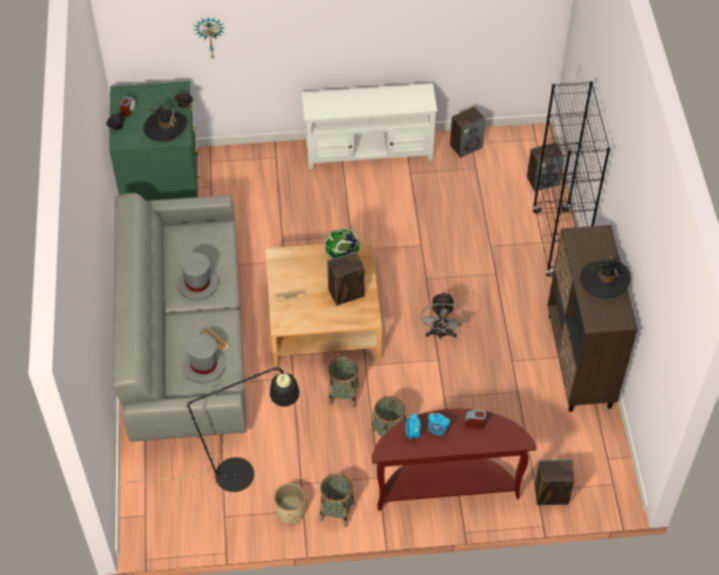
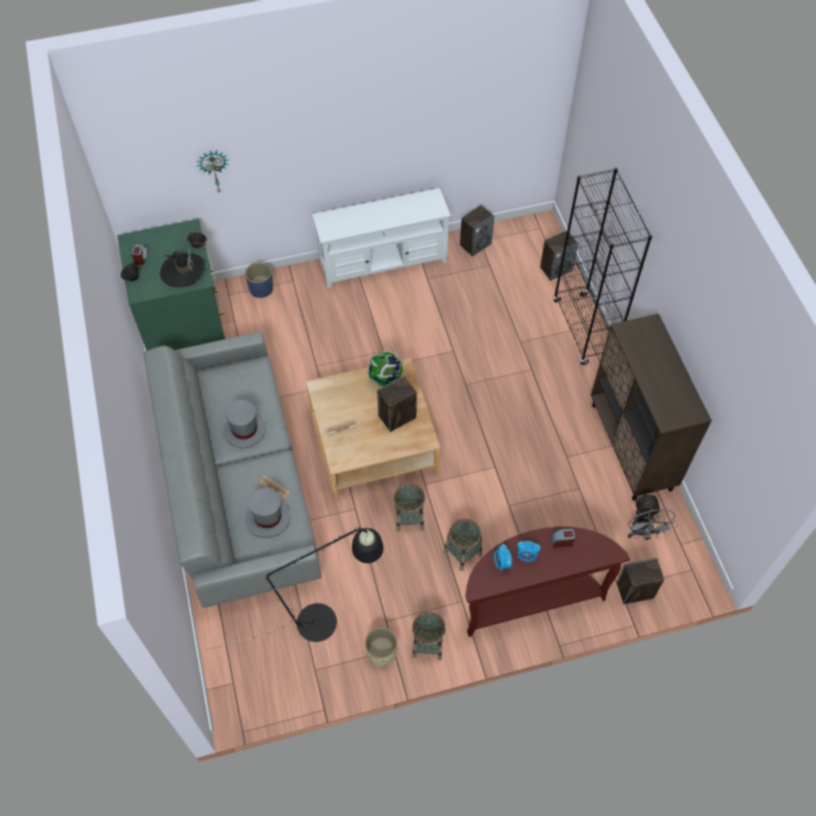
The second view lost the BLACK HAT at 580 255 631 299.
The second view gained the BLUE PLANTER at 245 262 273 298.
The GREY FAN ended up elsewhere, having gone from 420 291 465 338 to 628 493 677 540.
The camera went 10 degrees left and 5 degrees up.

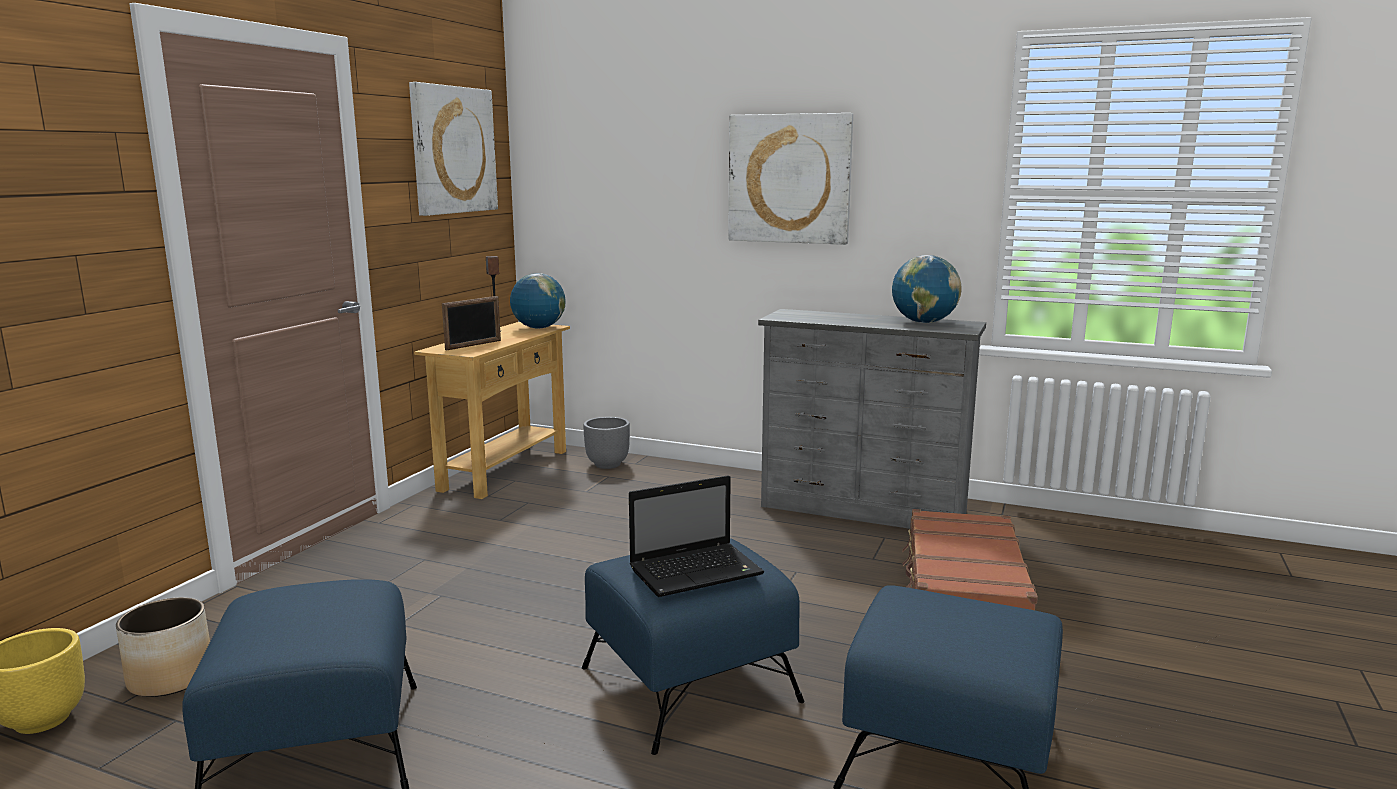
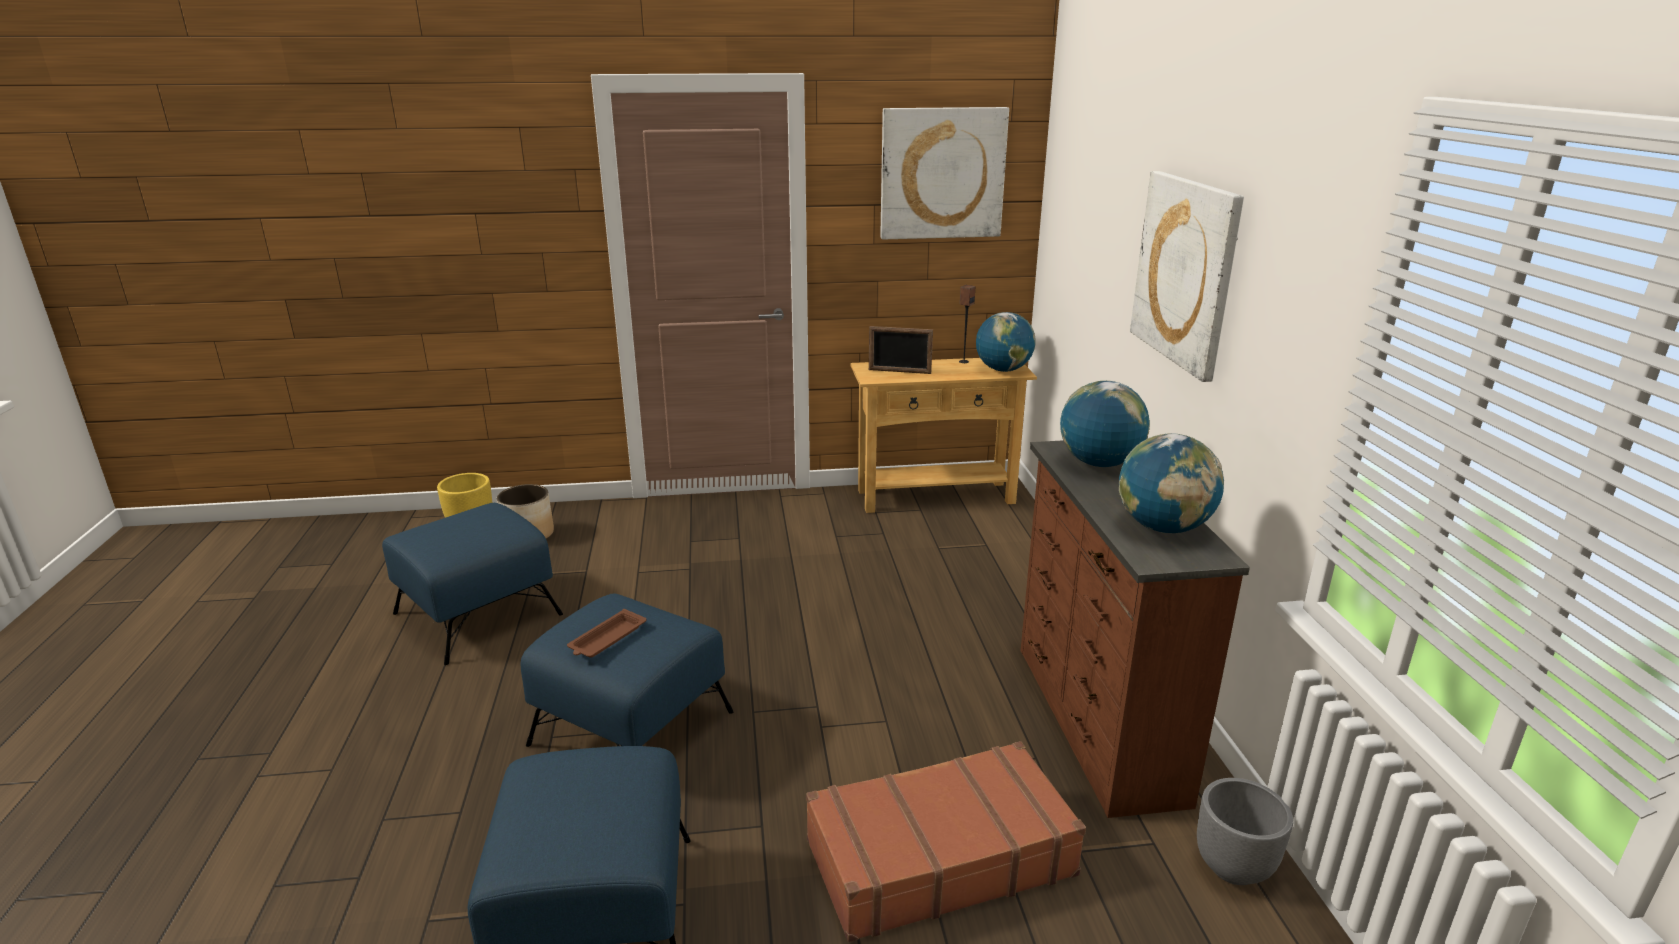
The second view gained the GLOBE at 1060 381 1150 467.
The GREY PLANTER ended up elsewhere, having gone from 583 417 630 469 to 1197 778 1293 885.
Where the LAPTOP stood at 629 475 764 597, the BROWN TRAY came to stand at 567 609 647 658.
What was the GREY DRESSER at 758 309 986 529 turned into the BROWN DRESSER at 1021 440 1250 818.
The camera went 60 degrees right and 10 degrees up.

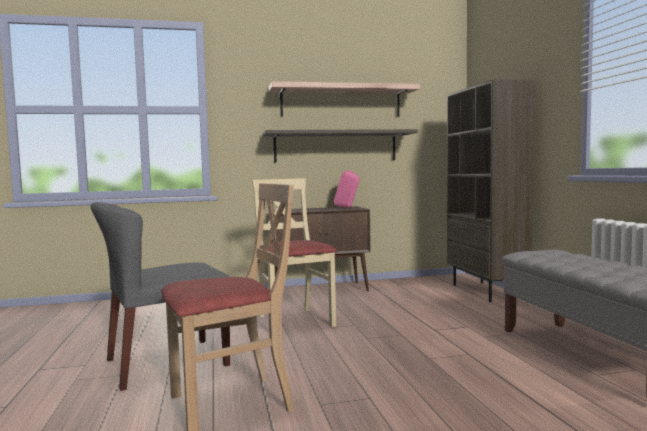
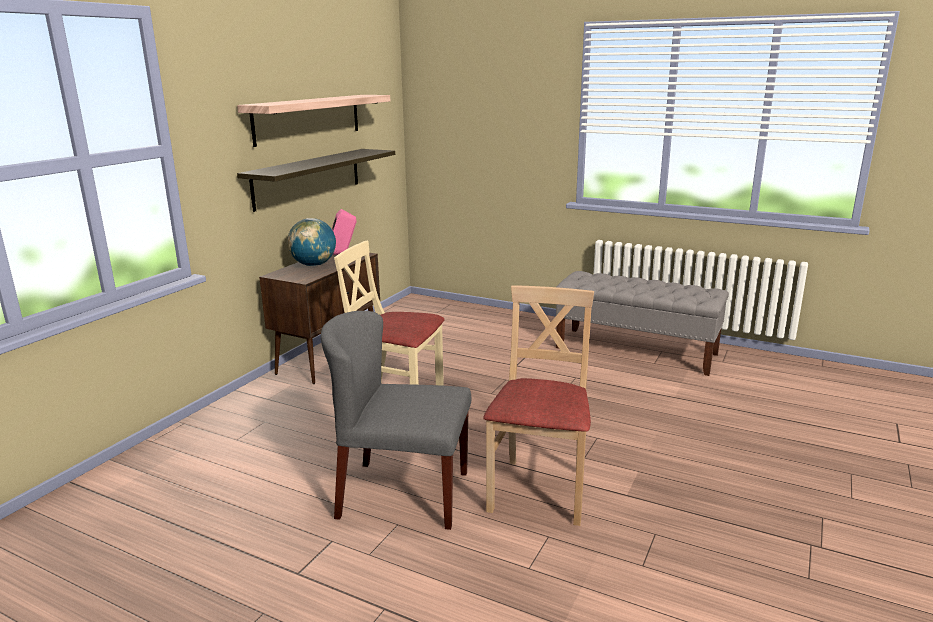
The second view lost the BROWN BOOKCASE at 447 79 535 302.
The second view gained the GLOBE at 287 218 336 266.
The GREY CHAIR at 90 202 230 391 ended up facing another way, 90 degrees clockwise from before.
The camera went 50 degrees left and 15 degrees up.

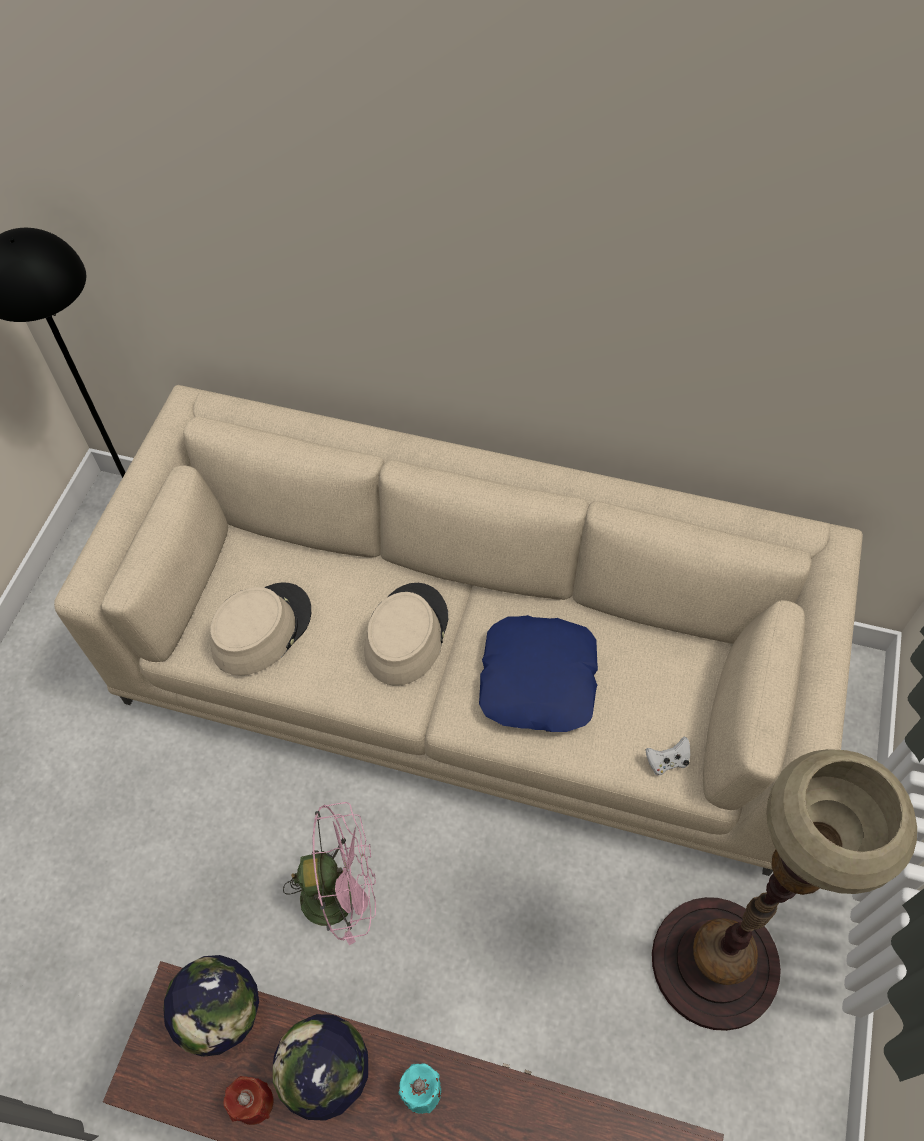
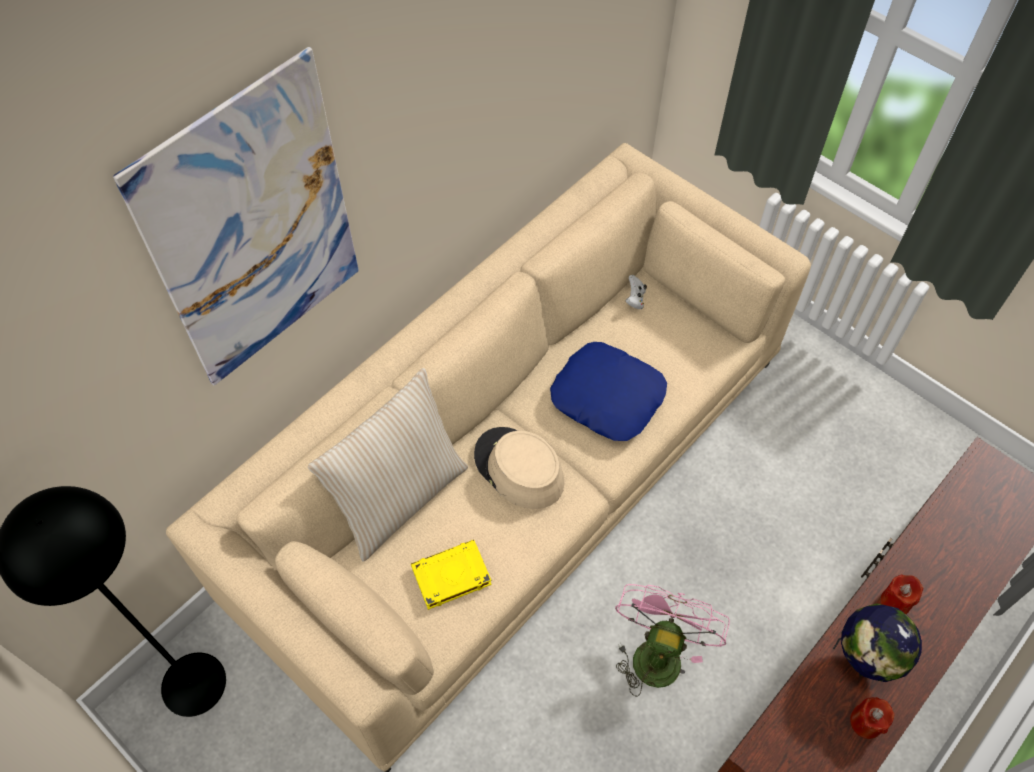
The second view lost the GLOBE at 163 955 259 1057.
The second view lost the FLOOR LAMP at 652 749 917 1031.
The second view gained the PICTURE at 113 47 359 385.
The second view gained the BEIGE PILLOW at 308 368 468 561.
The WHITE GAME CONTROLLER ended up elsewhere, having gone from 645 736 690 775 to 626 275 647 309.
Where the BEIGE HAT stood at 210 582 311 676, the YELLOW BOOK came to stand at 411 540 492 610.
What was the TURQUOISE CANDLE at 398 1063 441 1114 turned into the RED CANDLE at 880 574 924 614.
The camera went 65 degrees left and 0 degrees up.

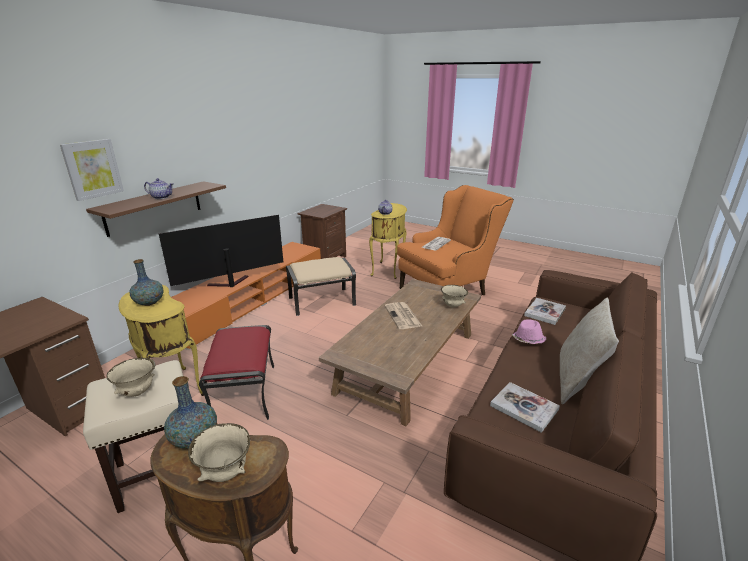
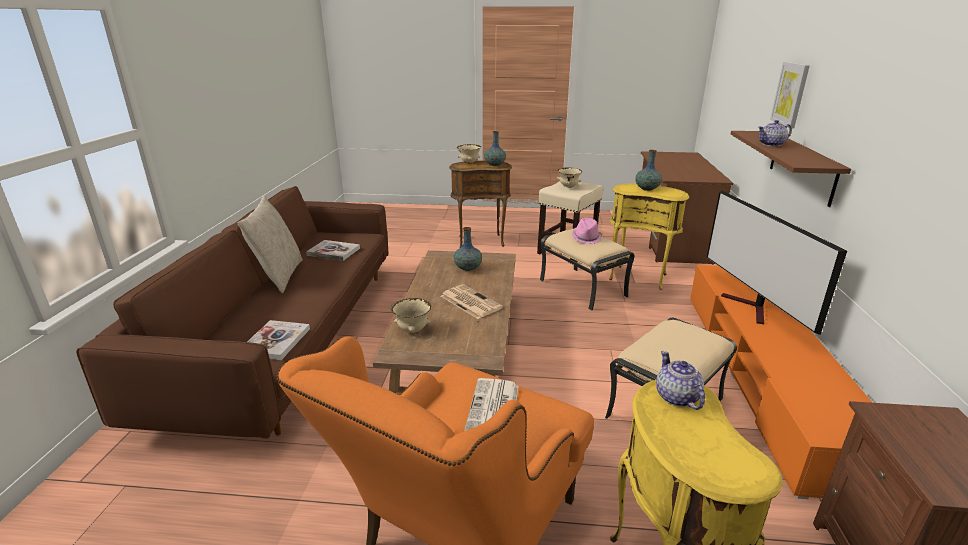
The second view gained the VASE at 454 227 482 271.
The PINK HAT ended up elsewhere, having gone from 512 319 547 344 to 572 218 601 244.
What was the RED OTTOMAN at 199 325 274 420 turned into the BEIGE OTTOMAN at 540 228 635 311.
The TELEVISION at 159 215 283 287 ended up facing another way, 135 degrees clockwise from before.
The camera went 155 degrees right and 0 degrees up.

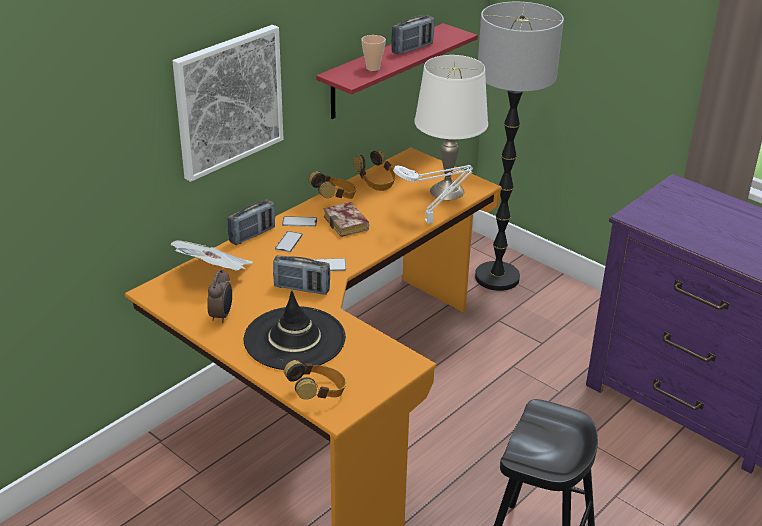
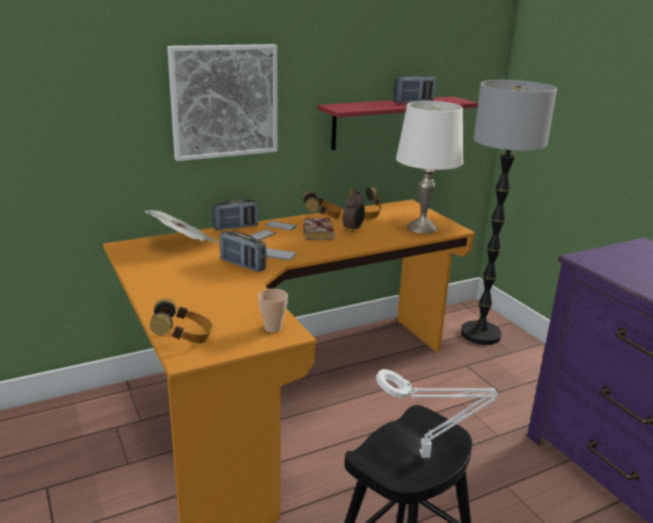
The second view lost the BLACK HAT at 243 291 346 370.
The ALARM CLOCK ended up elsewhere, having gone from 207 269 232 323 to 343 191 365 233.
The CUP ended up elsewhere, having gone from 361 35 386 71 to 258 289 288 333.
The WHITE TABLE LAMP ended up elsewhere, having gone from 393 164 473 224 to 376 369 498 458.
The camera went 20 degrees right and 10 degrees down.

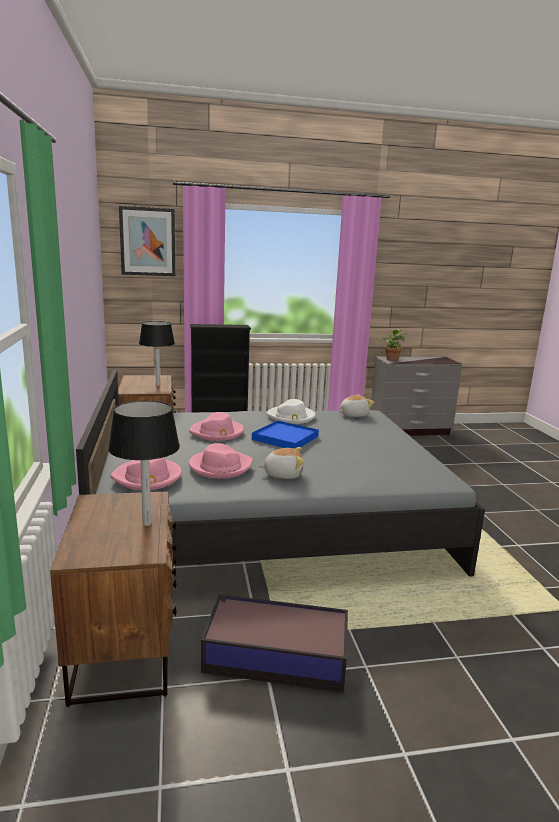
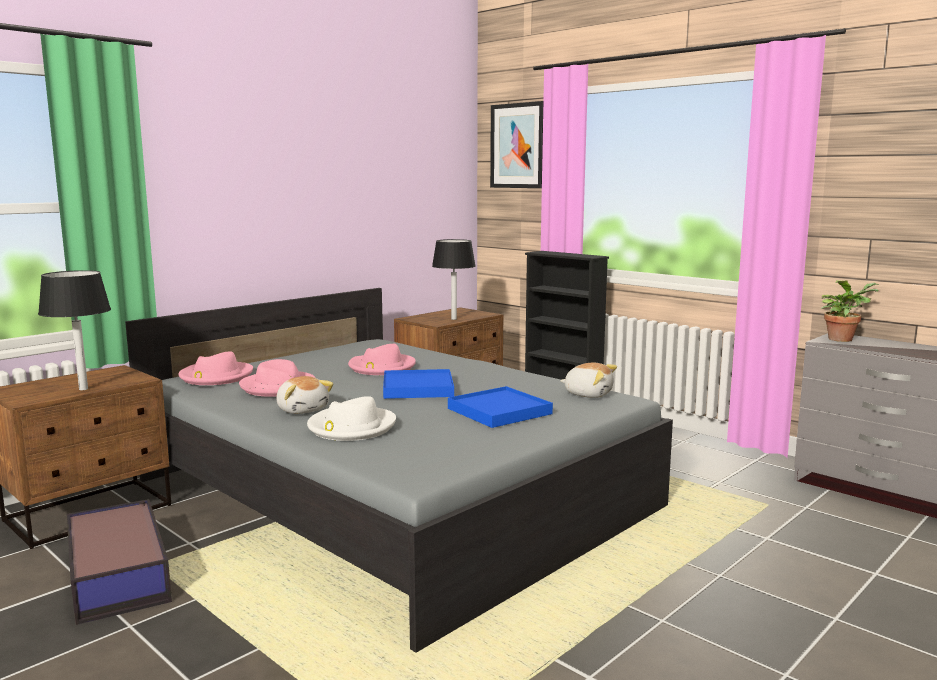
The second view gained the BLUE TRAY at 448 386 553 428.
The WHITE HAT ended up elsewhere, having gone from 266 399 315 424 to 307 396 396 441.
The camera went 55 degrees right and 5 degrees down.

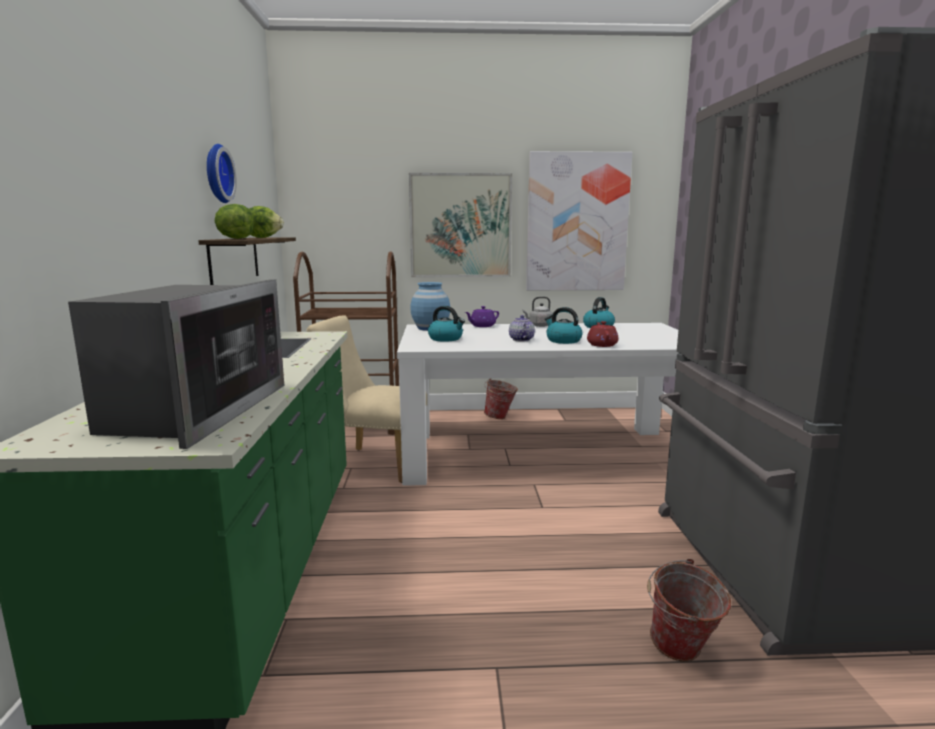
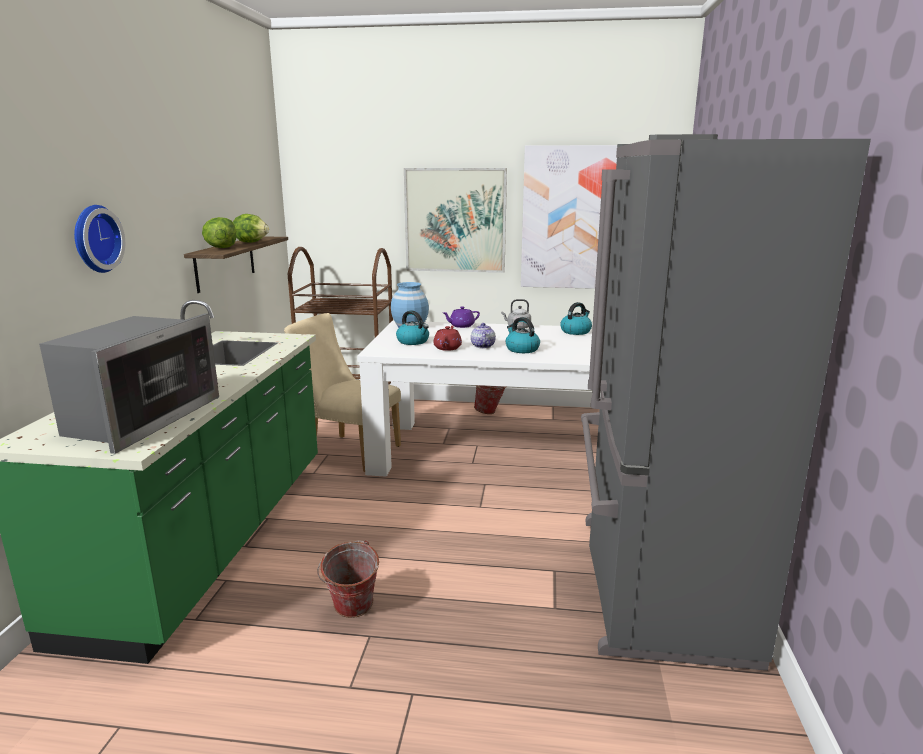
The WALL CLOCK ended up elsewhere, having gone from 207 144 237 203 to 74 205 125 273.
The RED TEAPOT ended up elsewhere, having gone from 587 321 618 347 to 433 325 462 351.
The BUCKET ended up elsewhere, having gone from 647 559 731 662 to 317 540 379 618.
The camera went 10 degrees right and 5 degrees up.

